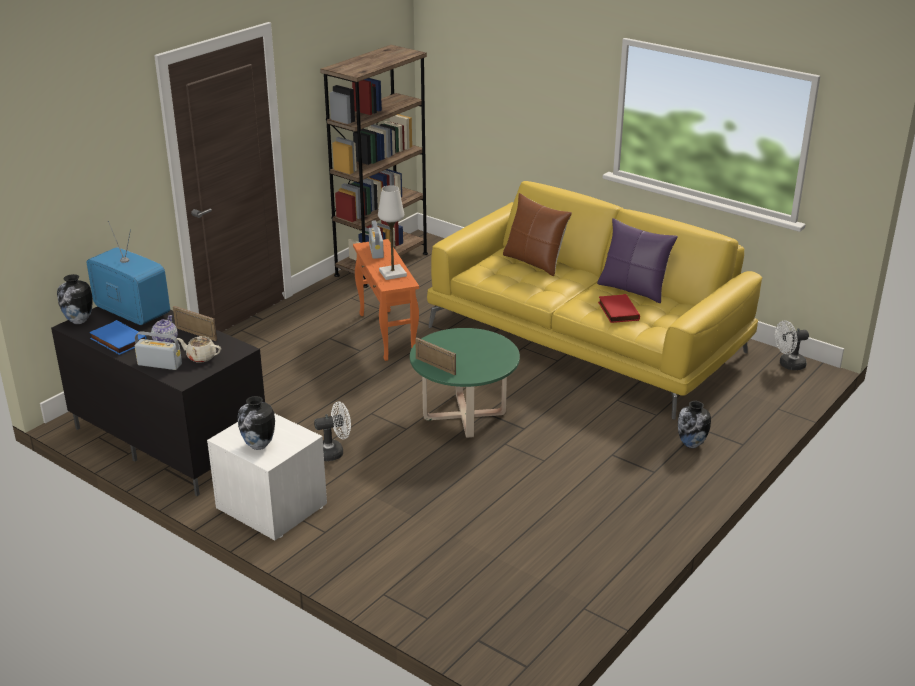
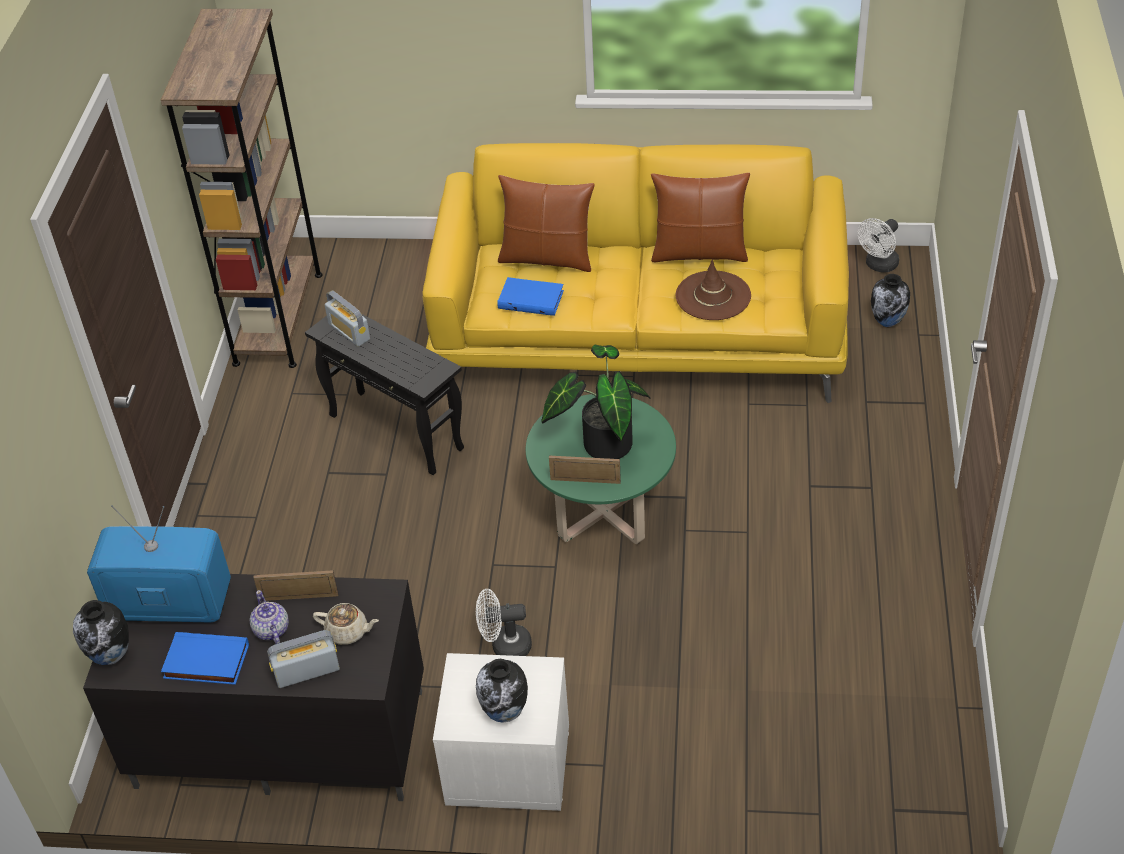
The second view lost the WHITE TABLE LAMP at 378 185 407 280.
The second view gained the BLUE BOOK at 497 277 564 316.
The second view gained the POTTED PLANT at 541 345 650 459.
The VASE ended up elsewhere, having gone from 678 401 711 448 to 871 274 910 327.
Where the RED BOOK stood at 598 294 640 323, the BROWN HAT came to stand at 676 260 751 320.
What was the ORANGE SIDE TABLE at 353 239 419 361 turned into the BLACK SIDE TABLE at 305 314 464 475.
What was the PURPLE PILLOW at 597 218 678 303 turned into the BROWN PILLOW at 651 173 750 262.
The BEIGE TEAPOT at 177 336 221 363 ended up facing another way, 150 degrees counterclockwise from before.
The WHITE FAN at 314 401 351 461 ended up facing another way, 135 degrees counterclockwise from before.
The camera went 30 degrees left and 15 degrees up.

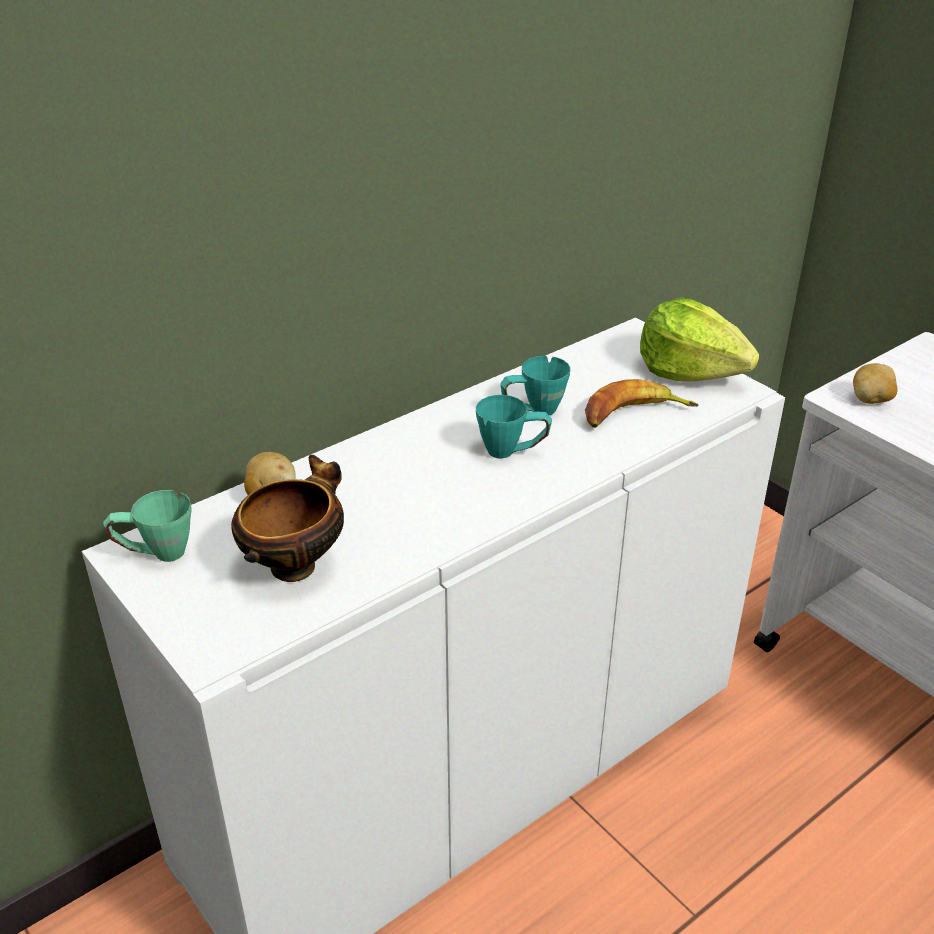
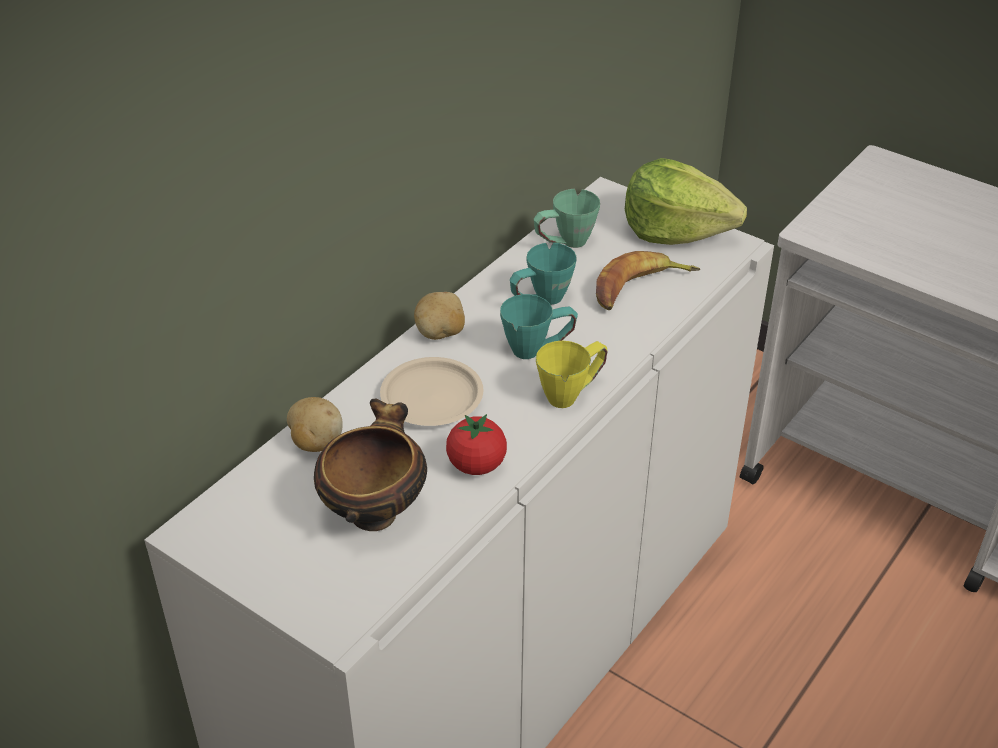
The second view gained the BEIGE PLATE at 380 357 483 426.
The second view gained the TOMATO at 446 414 507 475.
The second view gained the YELLOW MUG at 536 340 608 408.
The GREEN MUG ended up elsewhere, having gone from 103 490 192 562 to 534 189 600 248.
The POTATO ended up elsewhere, having gone from 853 363 897 404 to 414 292 465 340.
The camera went 15 degrees left and 5 degrees up.

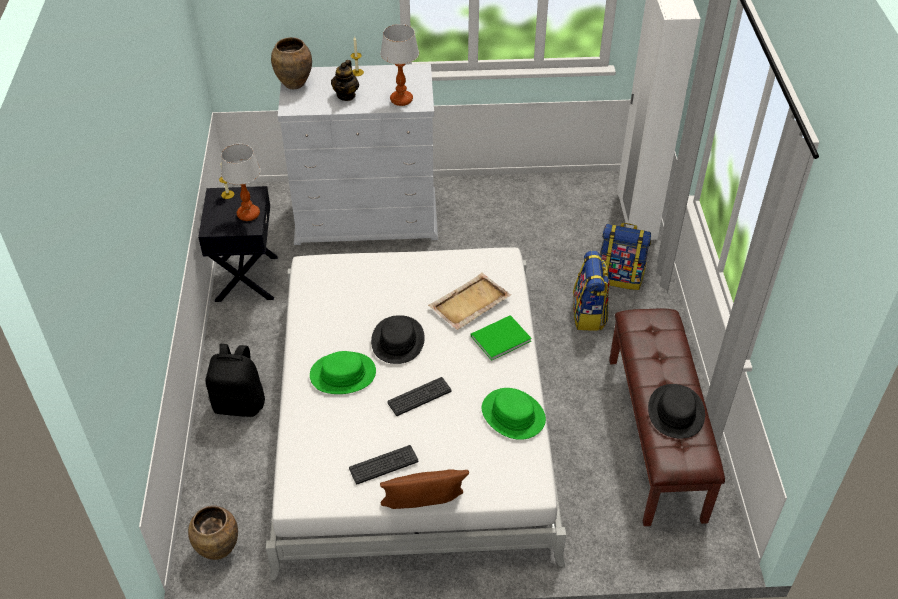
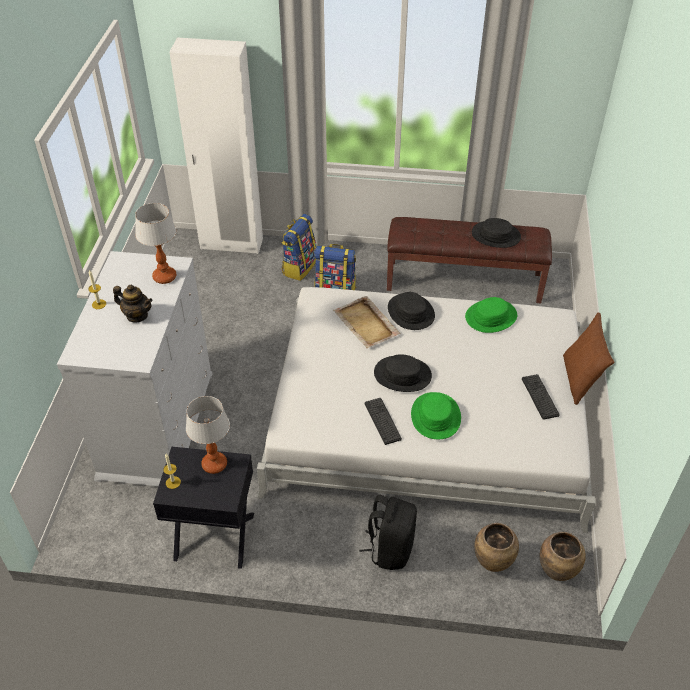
The BROWN VASE ended up elsewhere, having gone from 271 37 312 89 to 474 523 519 572.
The KEYBOARD ended up elsewhere, having gone from 387 377 452 416 to 365 398 402 445.
Where the GREEN BOOK stood at 471 315 532 361, the BLACK HAT came to stand at 388 292 435 330.
The camera went 80 degrees left and 0 degrees up.

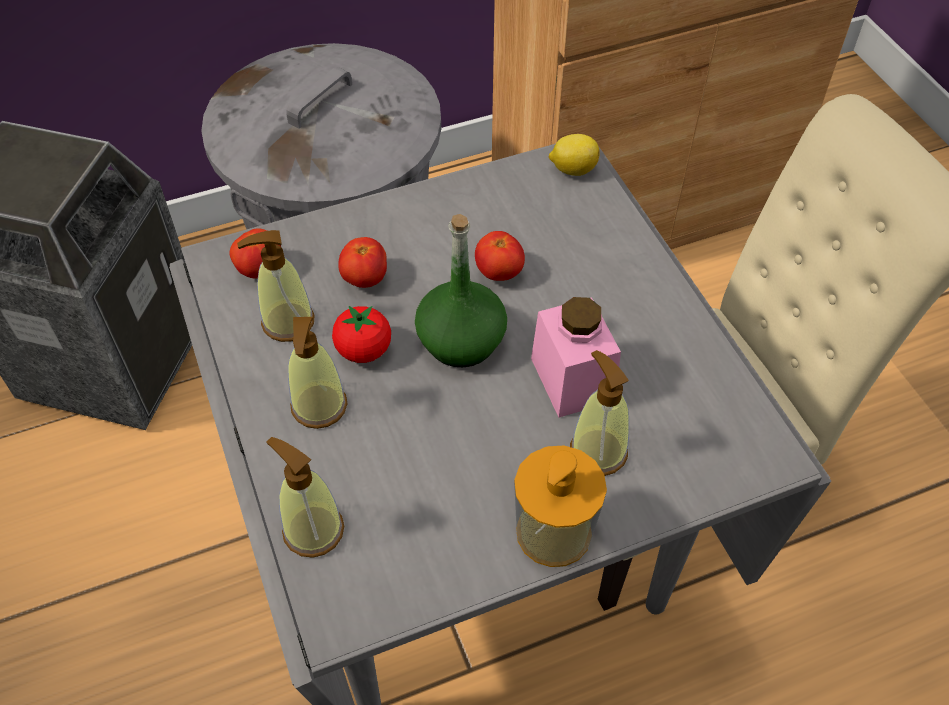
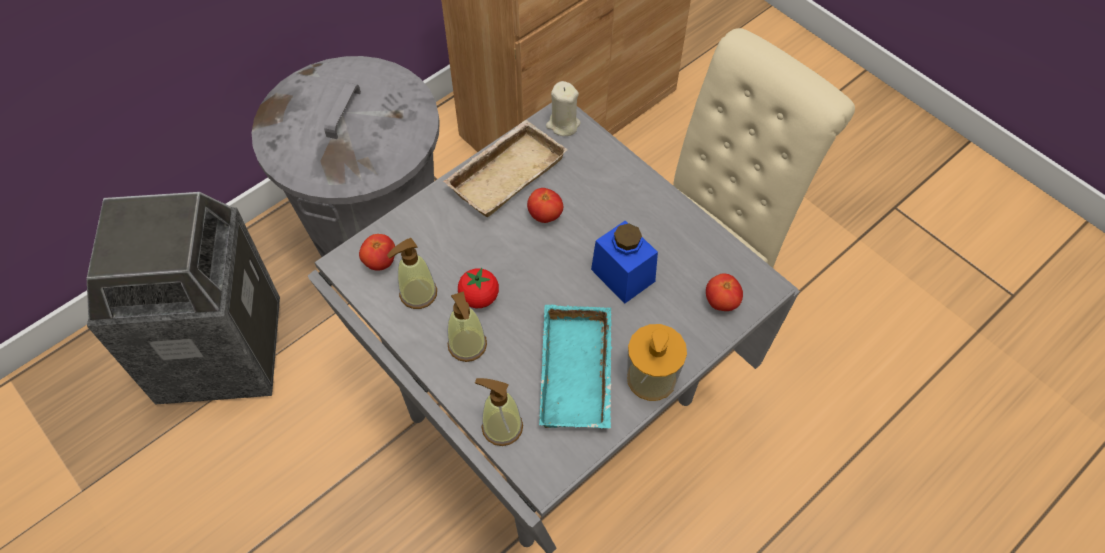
The second view lost the GREEN BOTTLE at 415 214 507 367.
The second view lost the SOAP DISPENSER at 570 350 629 476.
The second view gained the BEIGE TRAY at 443 120 568 217.
The second view gained the TURQUOISE TRAY at 539 304 613 429.
The TOMATO ended up elsewhere, having gone from 338 237 387 288 to 706 273 743 311.
Where the LEMON stood at 549 134 600 176, the BEIGE CANDLE came to stand at 546 81 581 136.
What was the PINK JAR at 531 297 621 417 turned into the BLUE JAR at 591 221 658 304.
The camera went 20 degrees left and 5 degrees up.

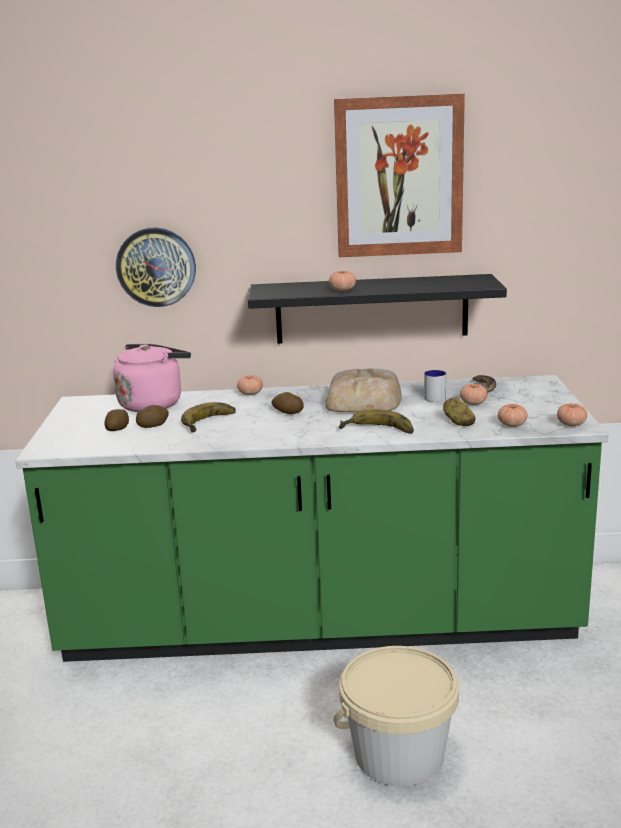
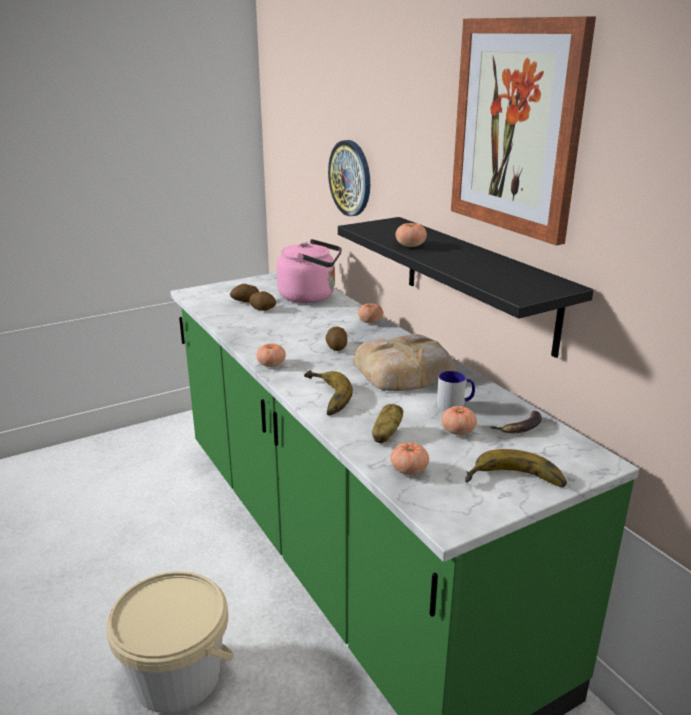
The BANANA ended up elsewhere, having gone from 181 402 236 432 to 465 449 567 488.
The TOMATO ended up elsewhere, having gone from 557 403 587 426 to 256 343 286 367.
The camera went 60 degrees right and 5 degrees up.

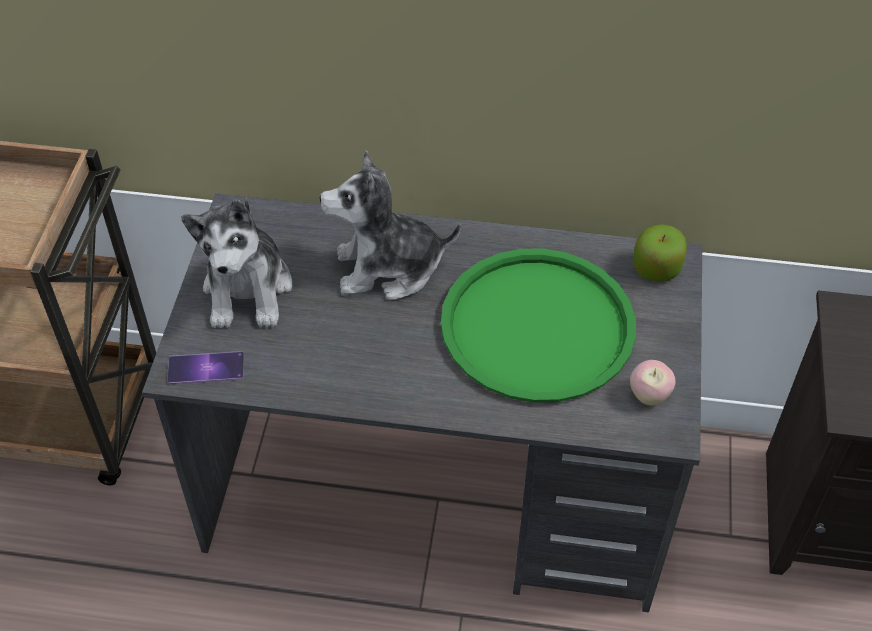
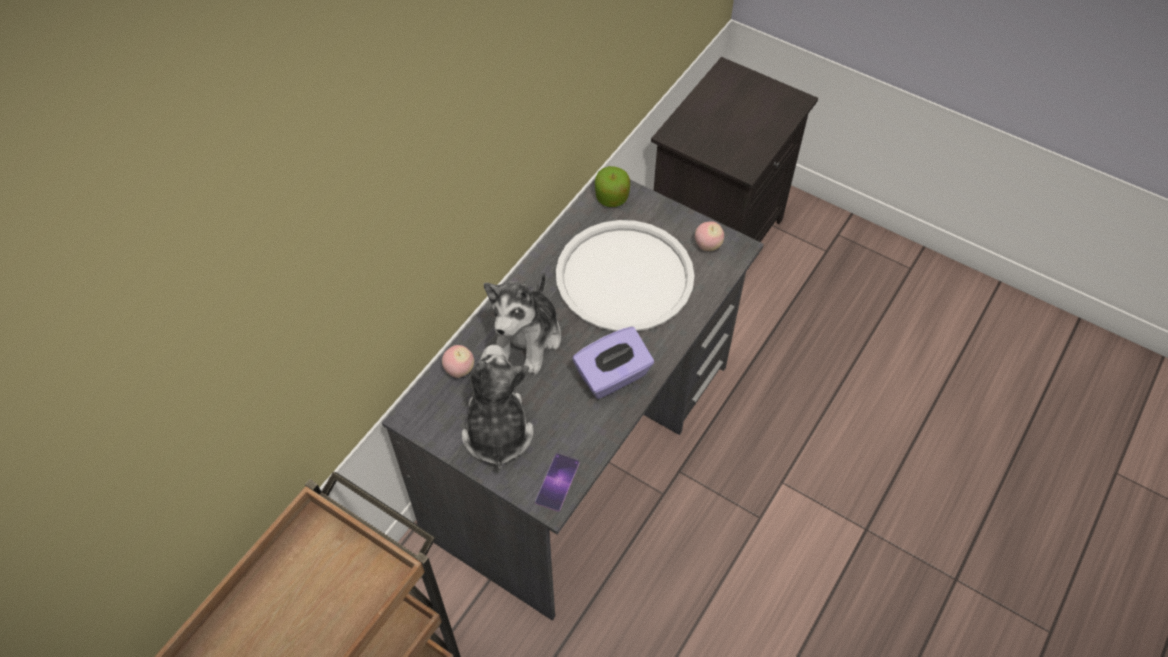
The second view gained the APPLE at 442 345 474 378.
The second view gained the PURPLE TISSUE BOX at 573 327 654 399.
What was the GREEN TRAY at 441 248 636 403 turned into the WHITE TRAY at 556 220 694 332.
The PLUSH TOY at 181 198 292 328 ended up facing another way, 120 degrees counterclockwise from before.
The camera went 65 degrees left and 5 degrees up.

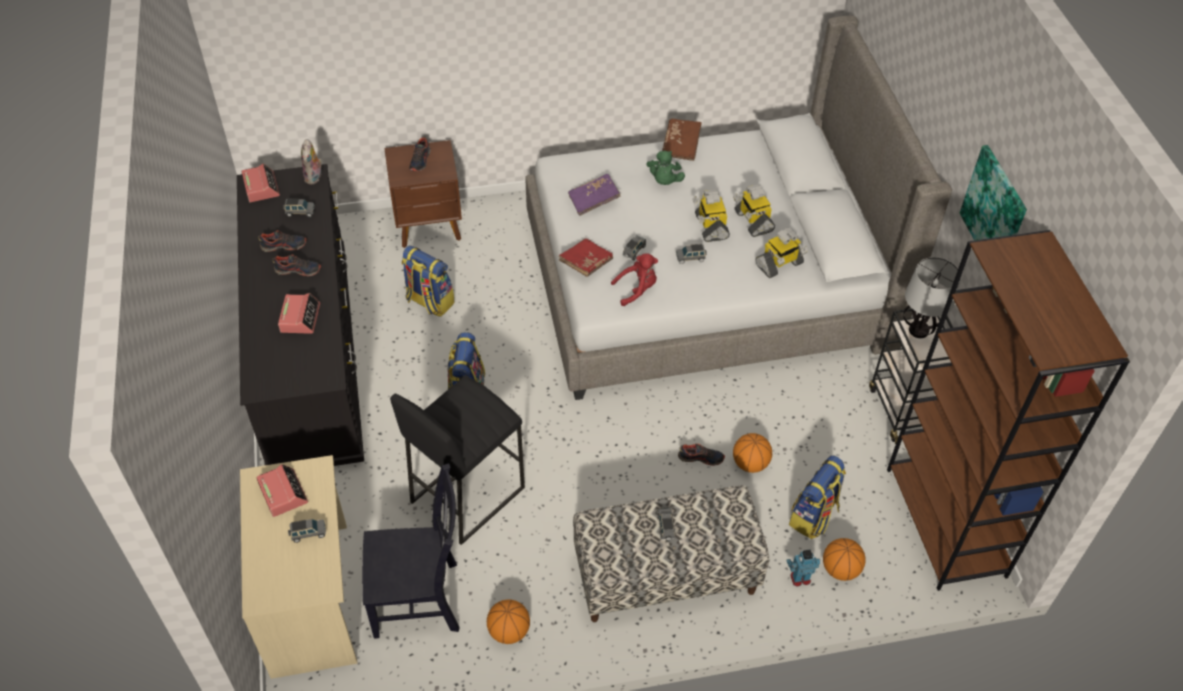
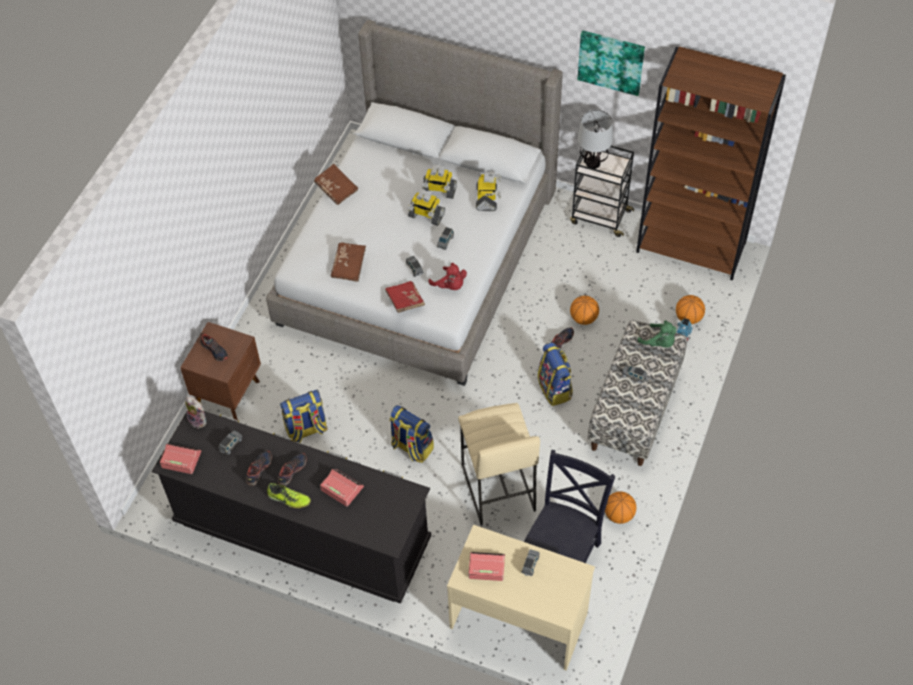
The second view gained the SHOE at 267 483 311 508.
The GREEN PLUSH TOY ended up elsewhere, having gone from 646 151 685 185 to 638 320 676 348.
The BACKPACK ended up elsewhere, having gone from 789 456 846 539 to 538 342 573 406.
What was the BLACK STOOL at 390 375 525 545 turned into the BEIGE STOOL at 458 403 540 525.
What was the PURPLE BOOK at 568 174 621 216 turned into the BROWN BOOK at 331 242 366 282.
The RED PLUSH TOY at 611 253 658 306 ended up facing another way, 120 degrees clockwise from before.
The camera went 55 degrees left and 5 degrees up.

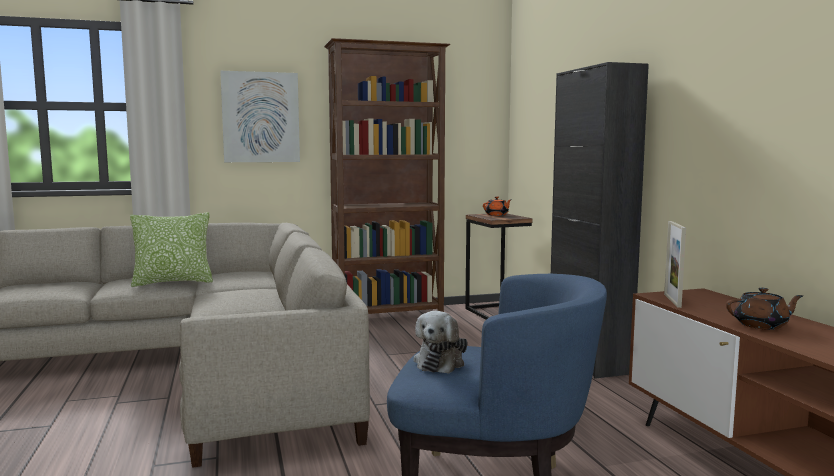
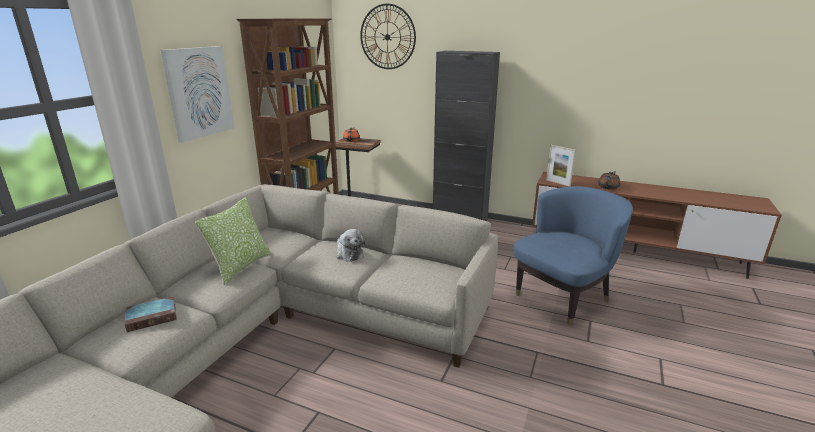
The second view gained the BOOK at 125 296 177 332.
The second view gained the WALL CLOCK at 360 4 416 69.
The PLUSH TOY ended up elsewhere, having gone from 413 311 468 374 to 336 229 365 262.
The camera went 50 degrees left and 15 degrees up.

